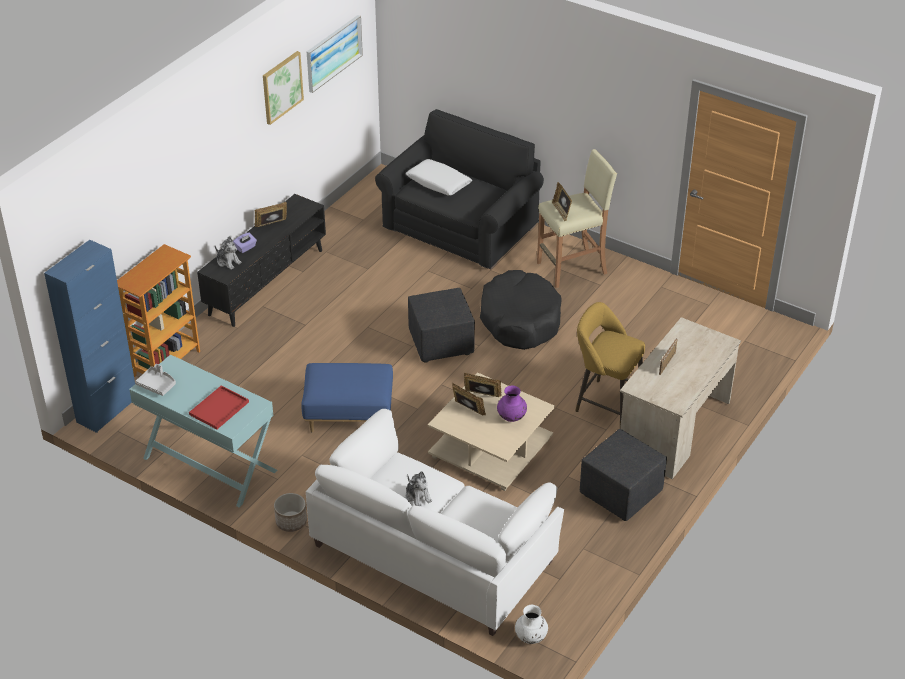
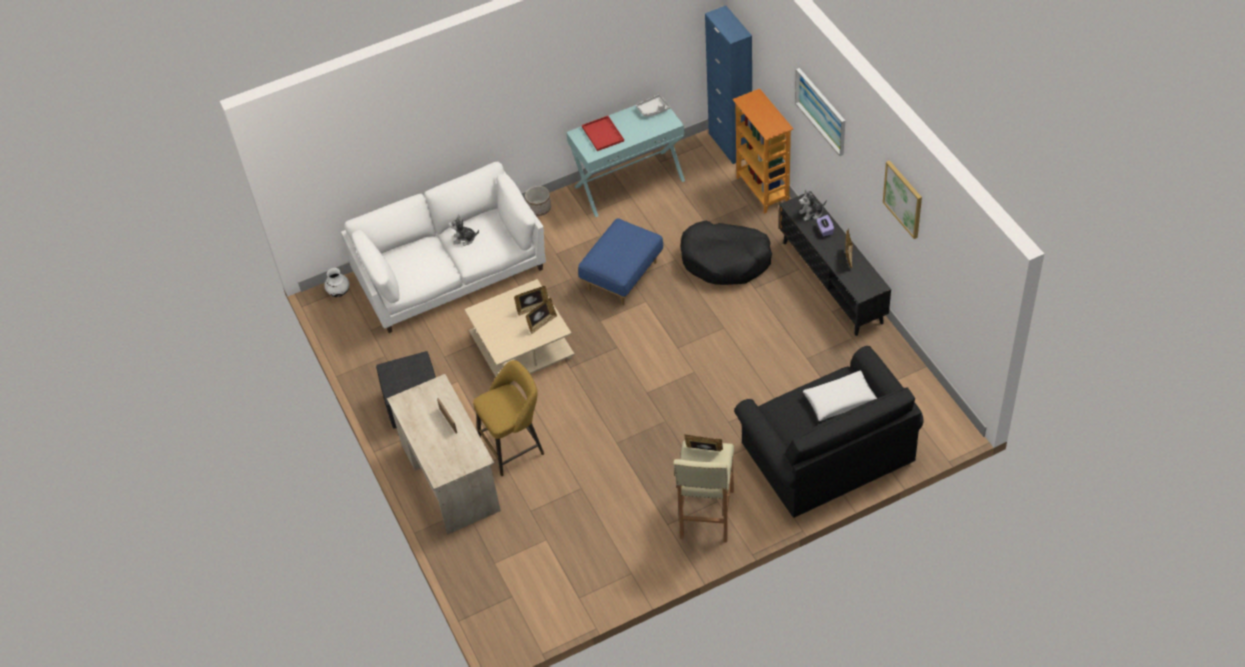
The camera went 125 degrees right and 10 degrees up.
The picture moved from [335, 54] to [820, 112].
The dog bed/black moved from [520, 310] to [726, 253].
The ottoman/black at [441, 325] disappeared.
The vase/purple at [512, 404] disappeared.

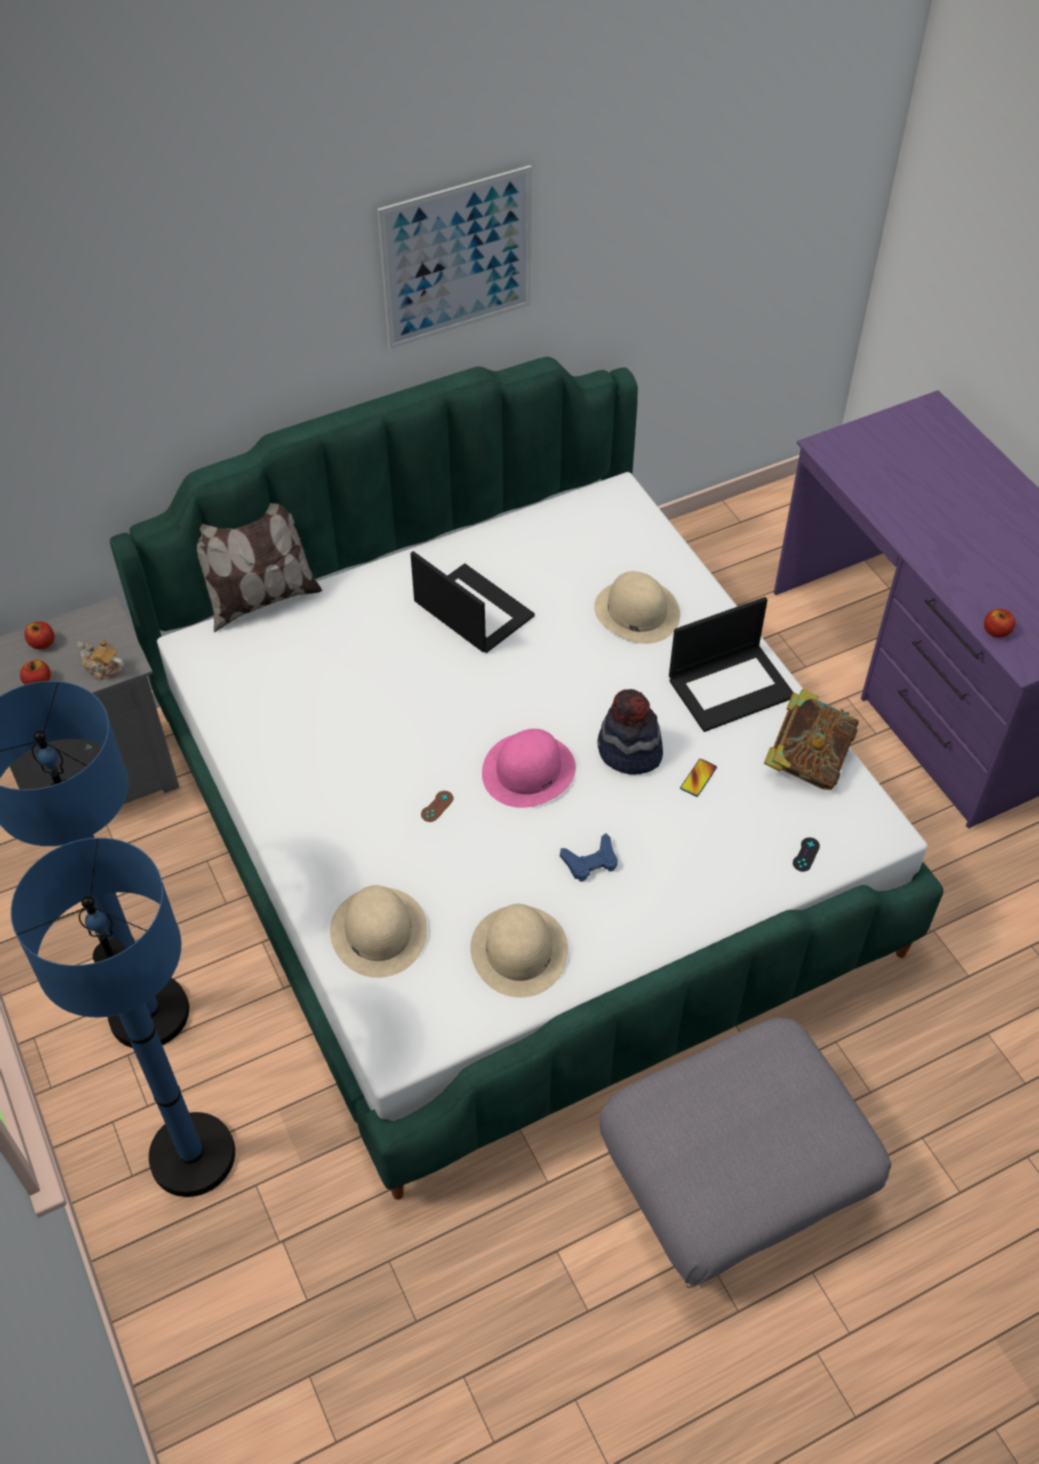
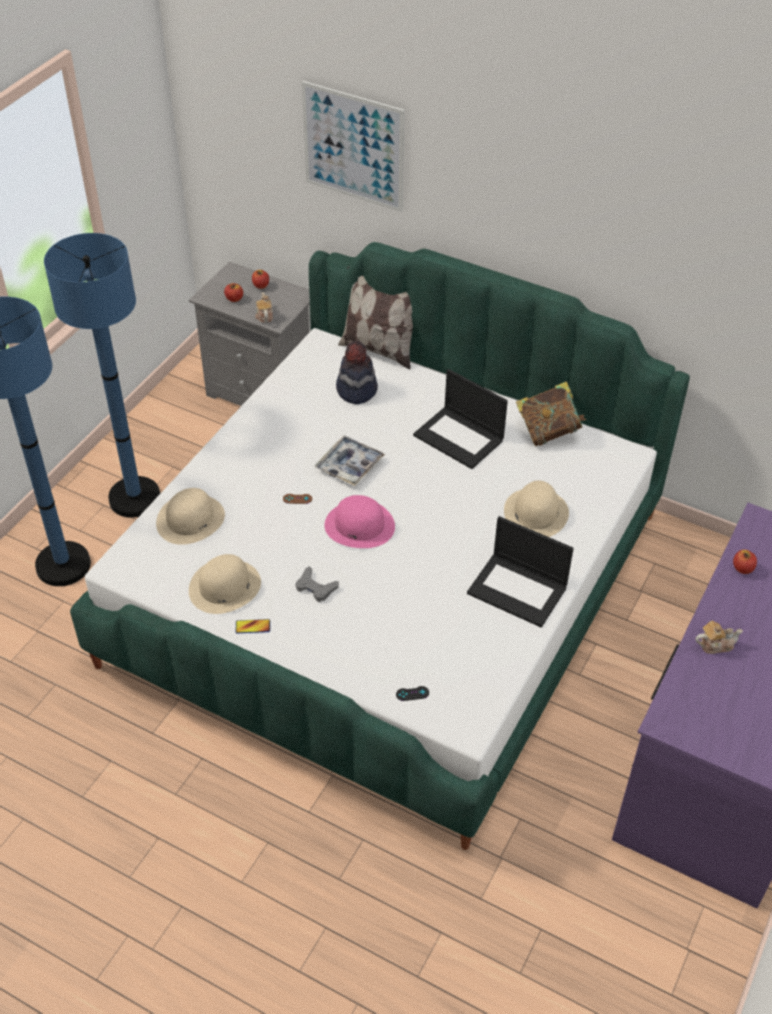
The camera went 55 degrees right and 5 degrees down.
The picture moved from [455, 257] to [353, 146].
The laptop at [472, 602] turned 120 degrees clockwise.
The apple moved from [999, 623] to [745, 562].
The hat moved from [630, 732] to [357, 372].
The book moved from [811, 739] to [551, 413].
The phone moved from [698, 778] to [253, 626].
The game controller/blue at [589, 857] became the game controller/grey at [317, 584].
The ottoman/grey at [745, 1153] disappeared.
The tray at [350, 460] appeared.
The teapot at [719, 637] appeared.

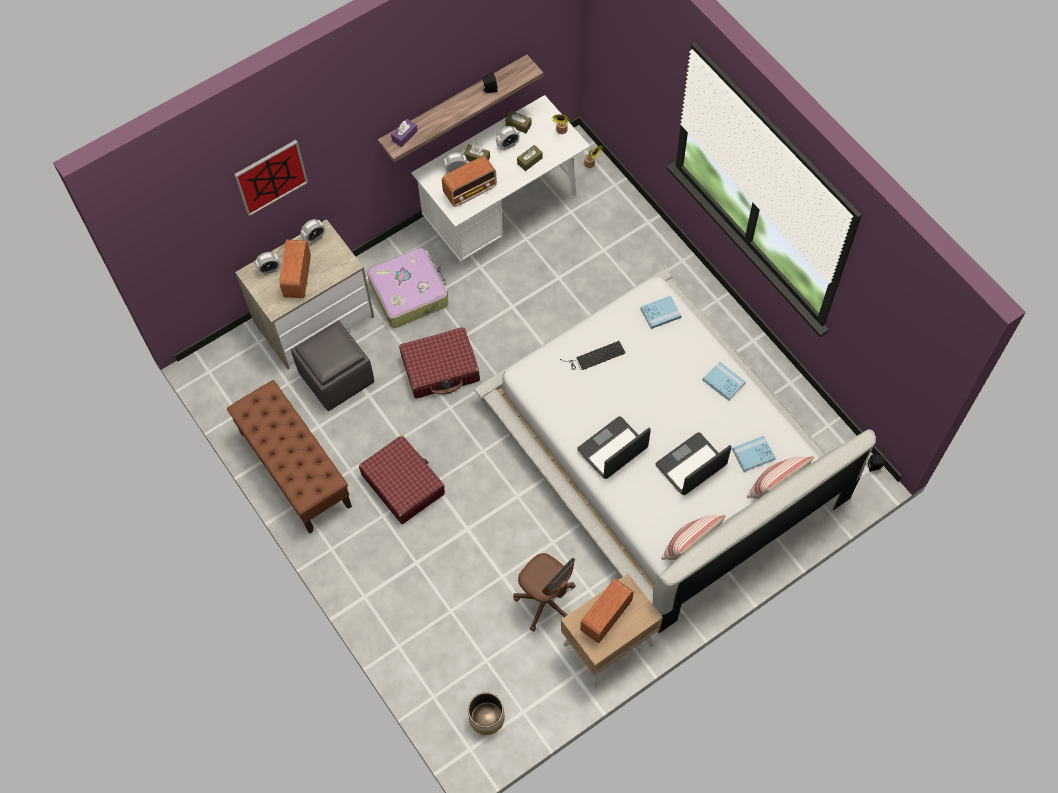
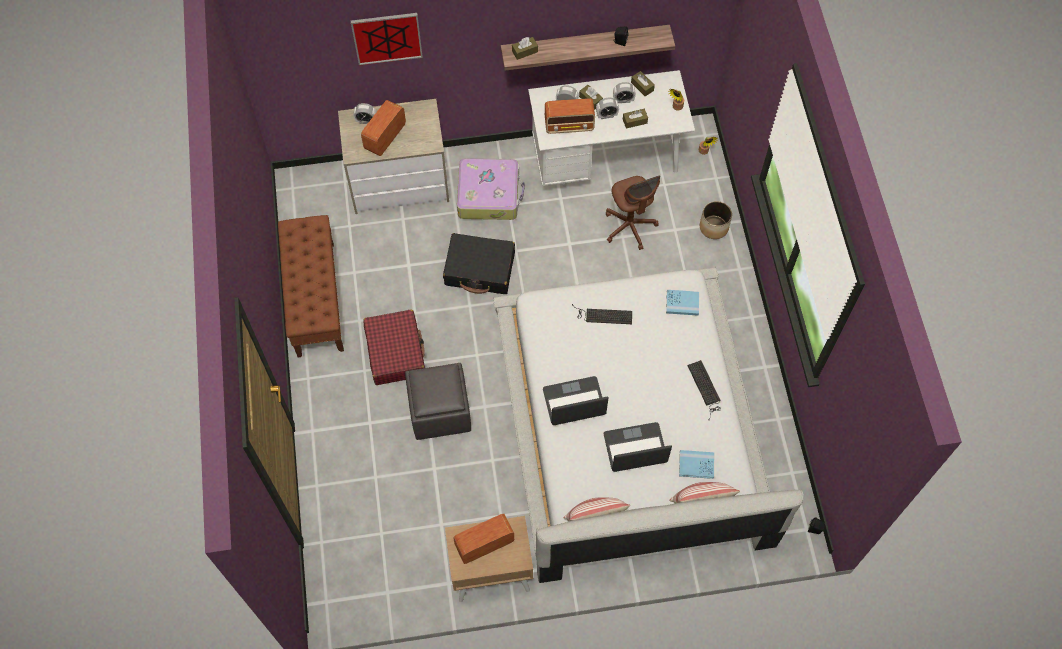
The camera went 25 degrees right and 0 degrees up.
The tissue box/purple at [404, 133] became the tissue box/brown at [525, 48].
The alarm clock moved from [313, 231] to [607, 108].
The ottoman/grey moved from [332, 365] to [438, 401].
The suitcase/red at [439, 362] became the suitcase/black at [479, 263].
The book/blue at [724, 381] was replaced by the keyboard at [704, 390].
The office chair/brown moved from [545, 592] to [633, 212].
The planter moved from [486, 713] to [716, 220].

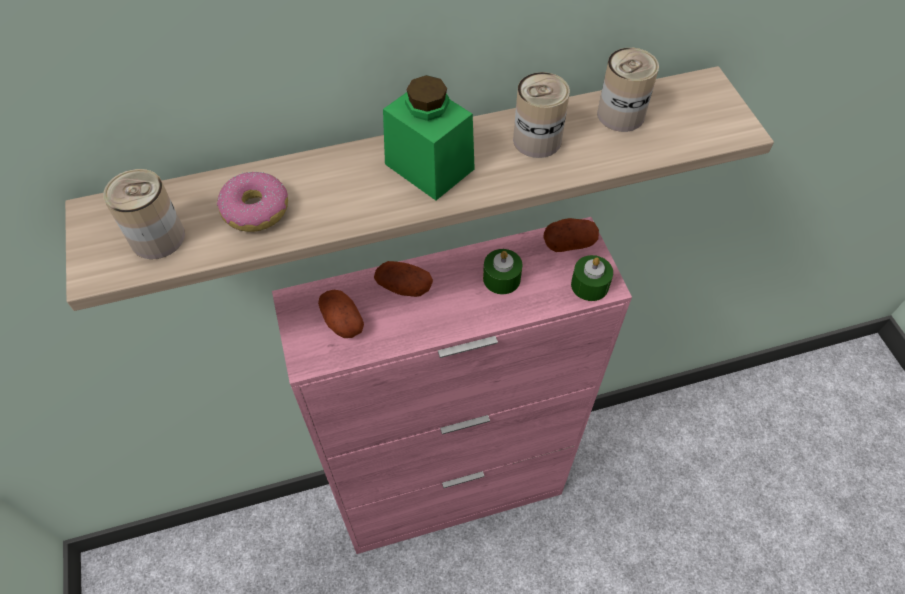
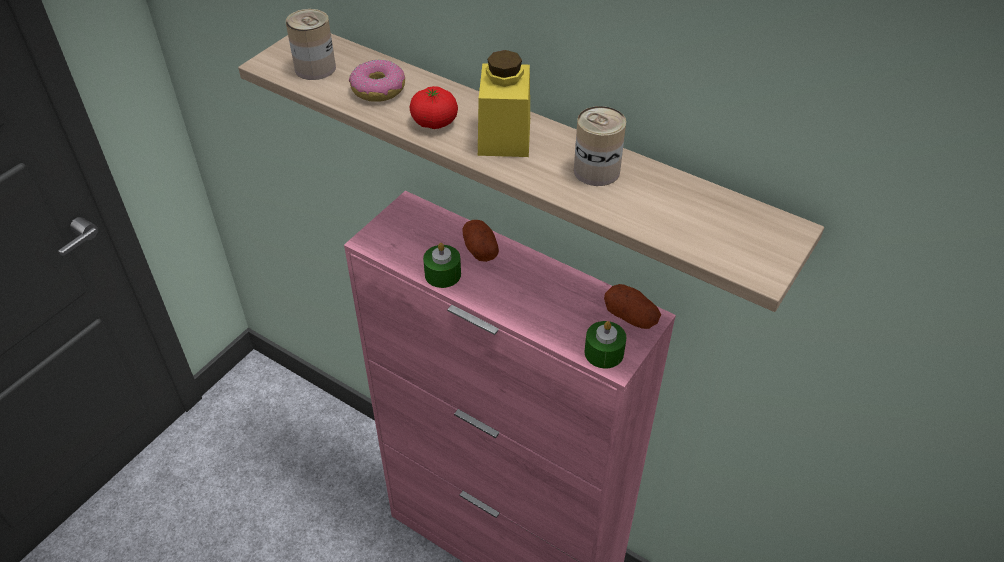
The camera went 50 degrees right and 10 degrees down.
The can at [628, 90] disappeared.
The jar/green at [429, 137] became the jar/yellow at [504, 103].
The candle/green moved from [502, 271] to [442, 265].
The potato at [341, 314] disappeared.
The tomato at [433, 107] appeared.

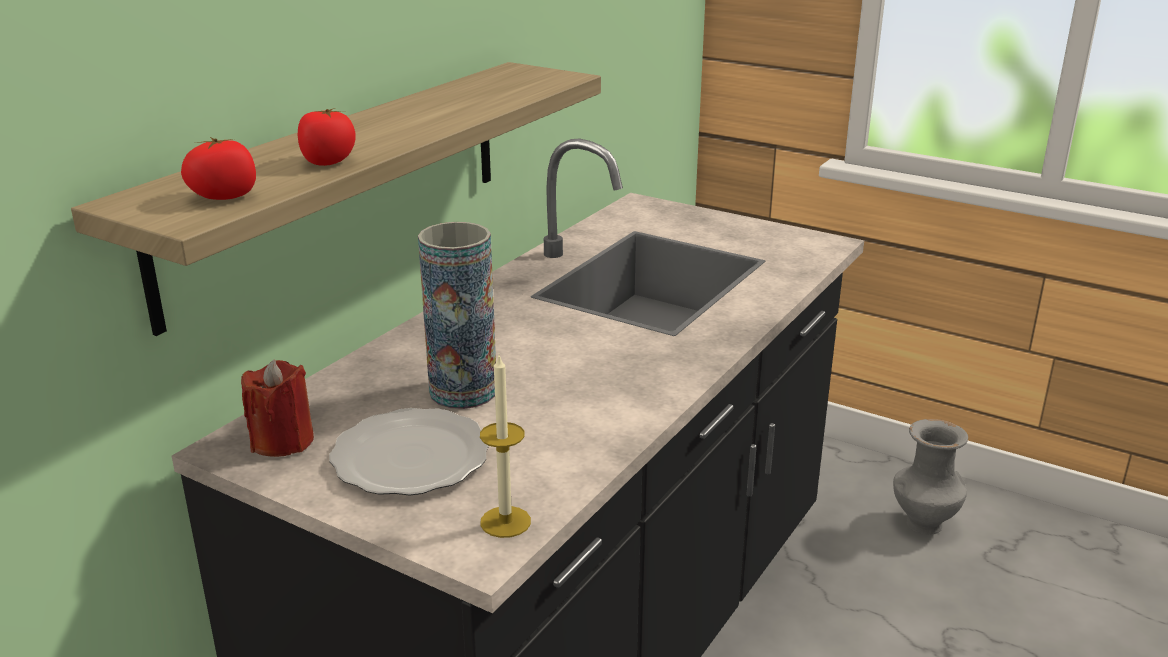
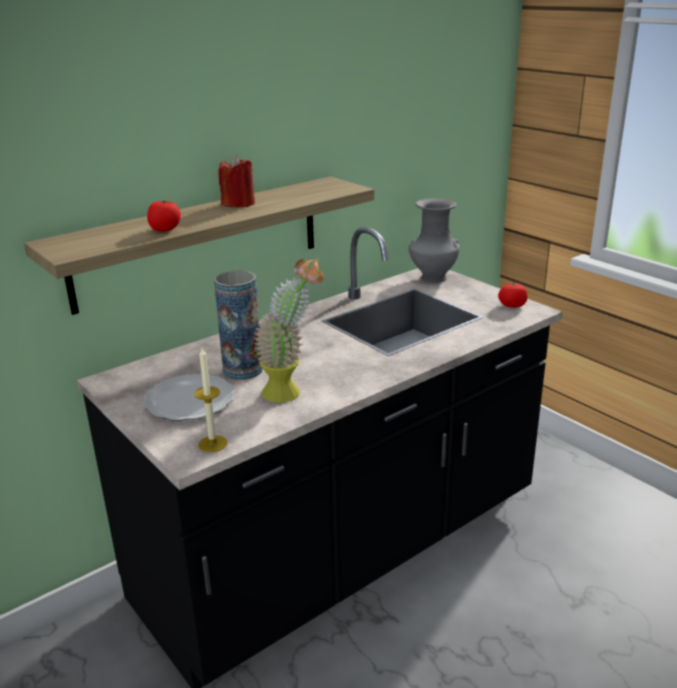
The camera went 20 degrees right and 0 degrees up.
The tomato moved from [218, 168] to [513, 295].
The candle/red moved from [277, 408] to [236, 181].
The vase/grey moved from [930, 477] to [434, 241].
The potted plant at [289, 331] appeared.

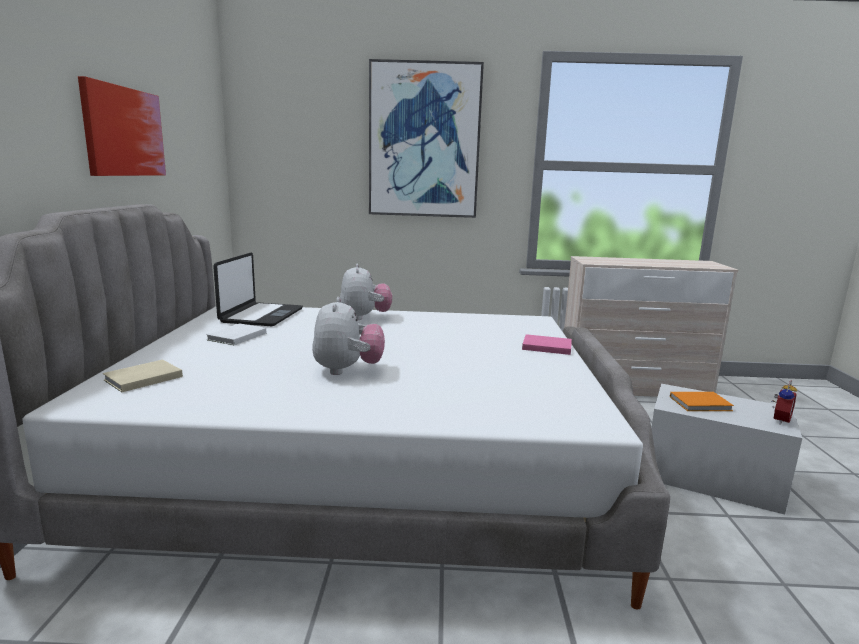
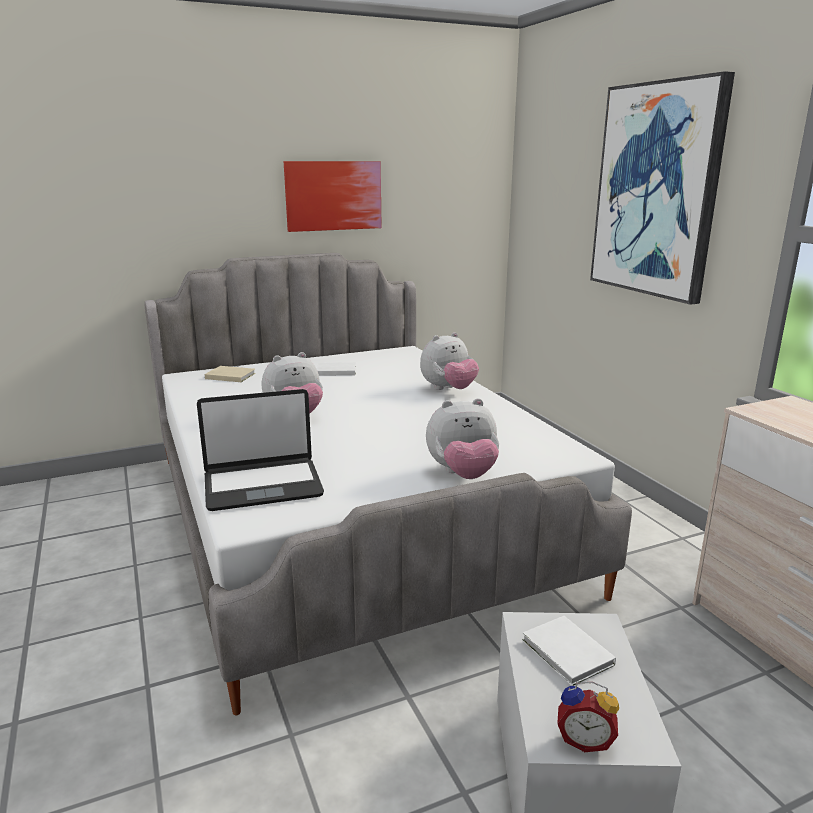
The camera went 65 degrees right and 5 degrees up.
The laptop moved from [258, 289] to [260, 450].
The book/pink at [547, 344] was replaced by the plush toy at [462, 438].
The book/orange at [702, 401] became the book/white at [569, 651].

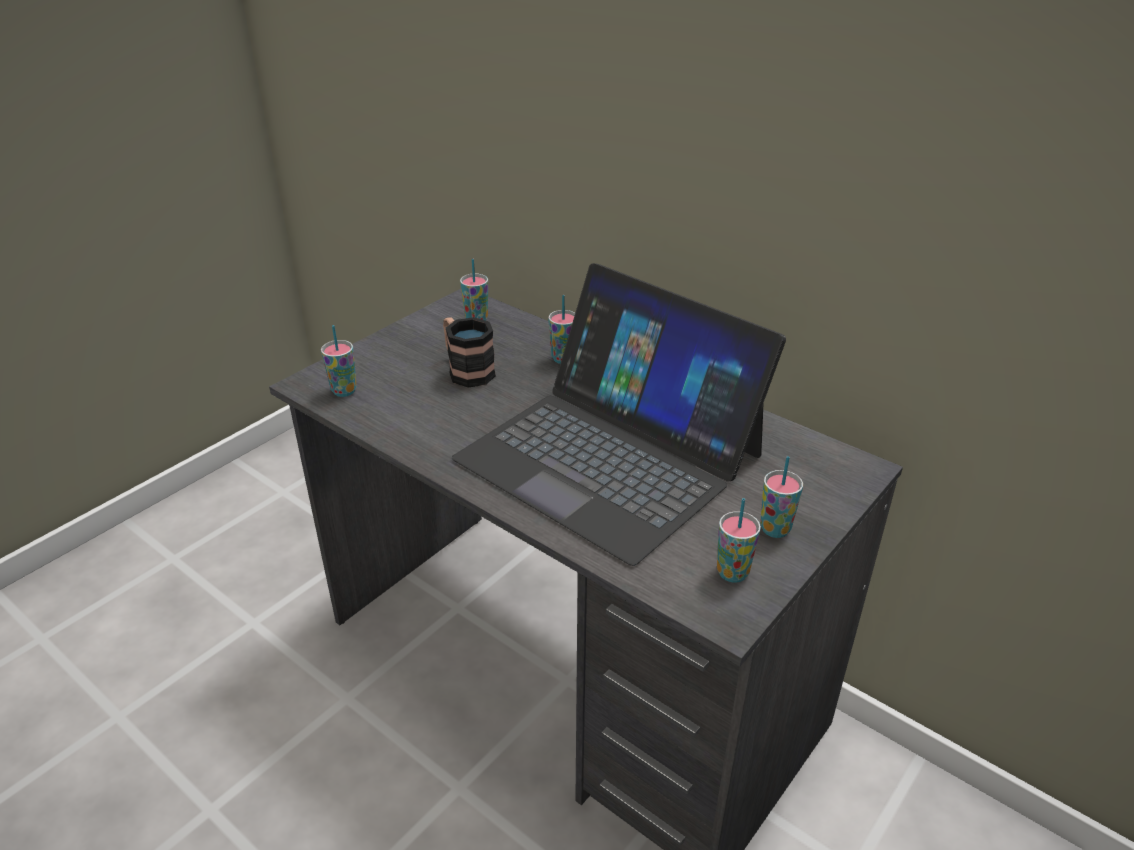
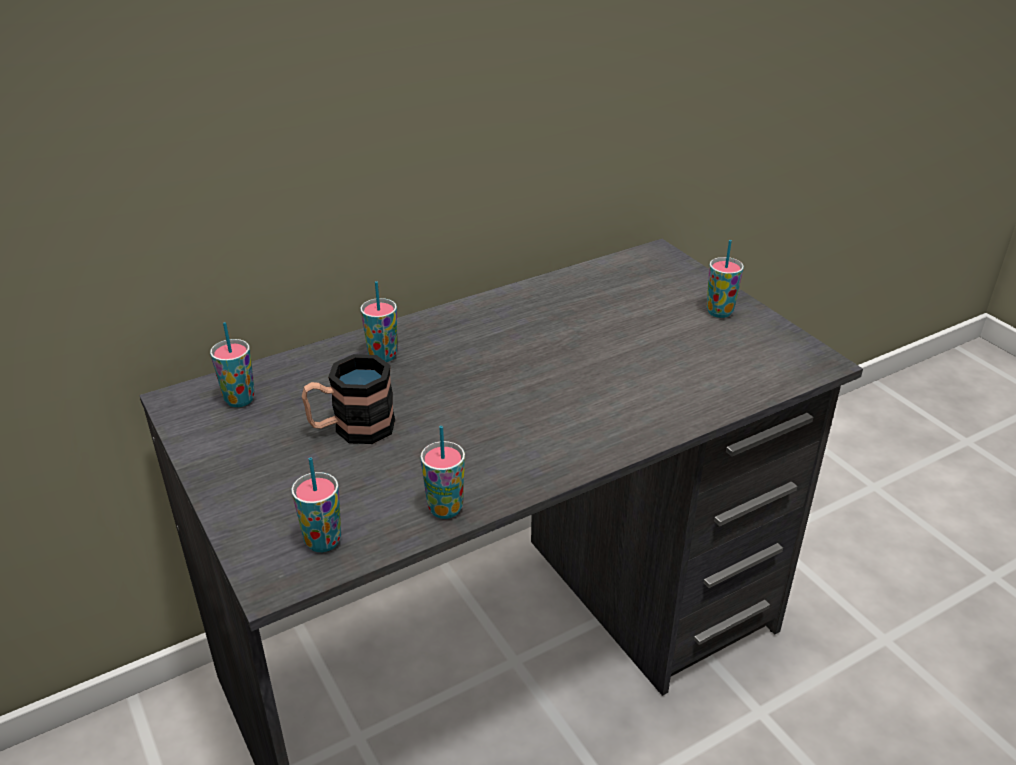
The camera went 70 degrees left and 0 degrees up.
The laptop at [619, 414] disappeared.
The cup moved from [739, 540] to [442, 472].

